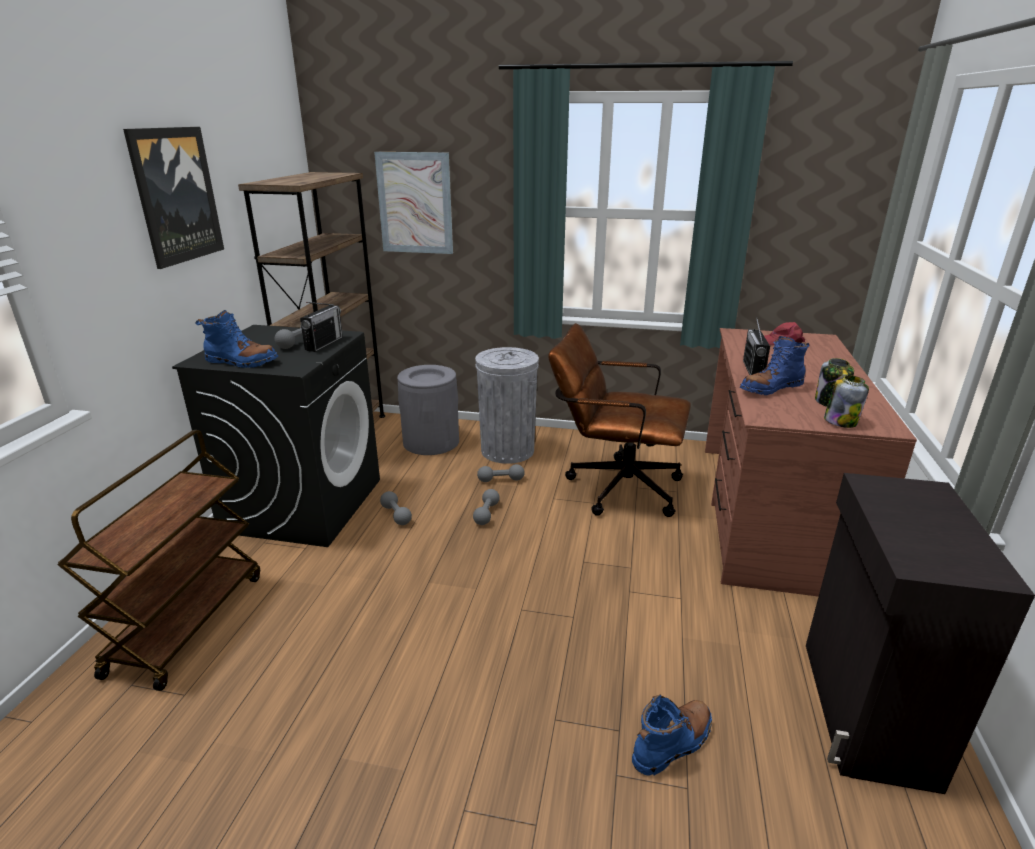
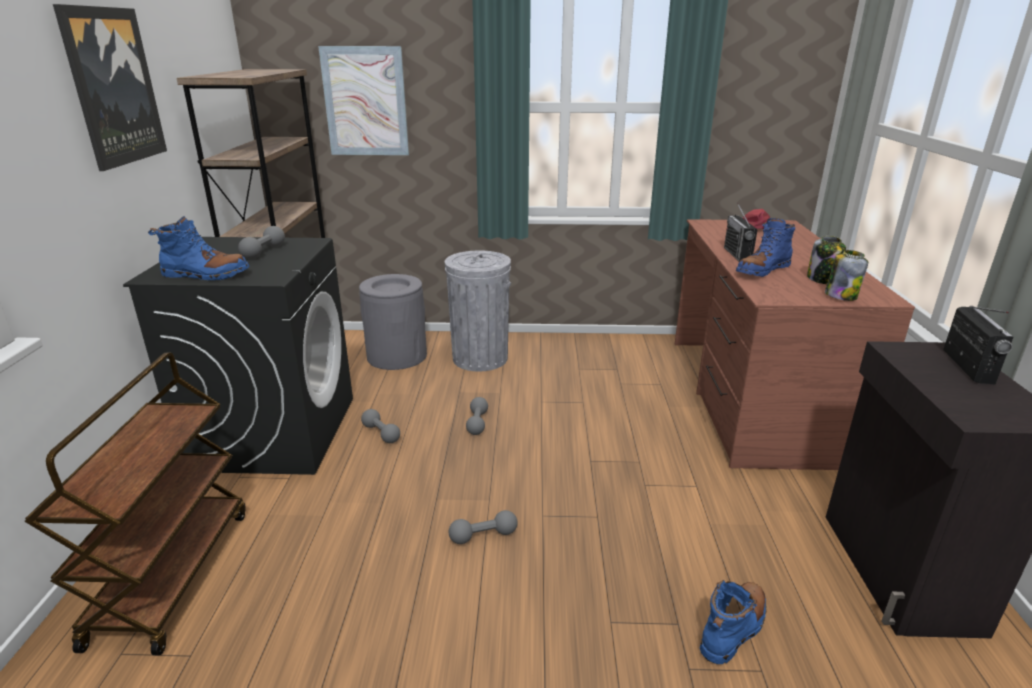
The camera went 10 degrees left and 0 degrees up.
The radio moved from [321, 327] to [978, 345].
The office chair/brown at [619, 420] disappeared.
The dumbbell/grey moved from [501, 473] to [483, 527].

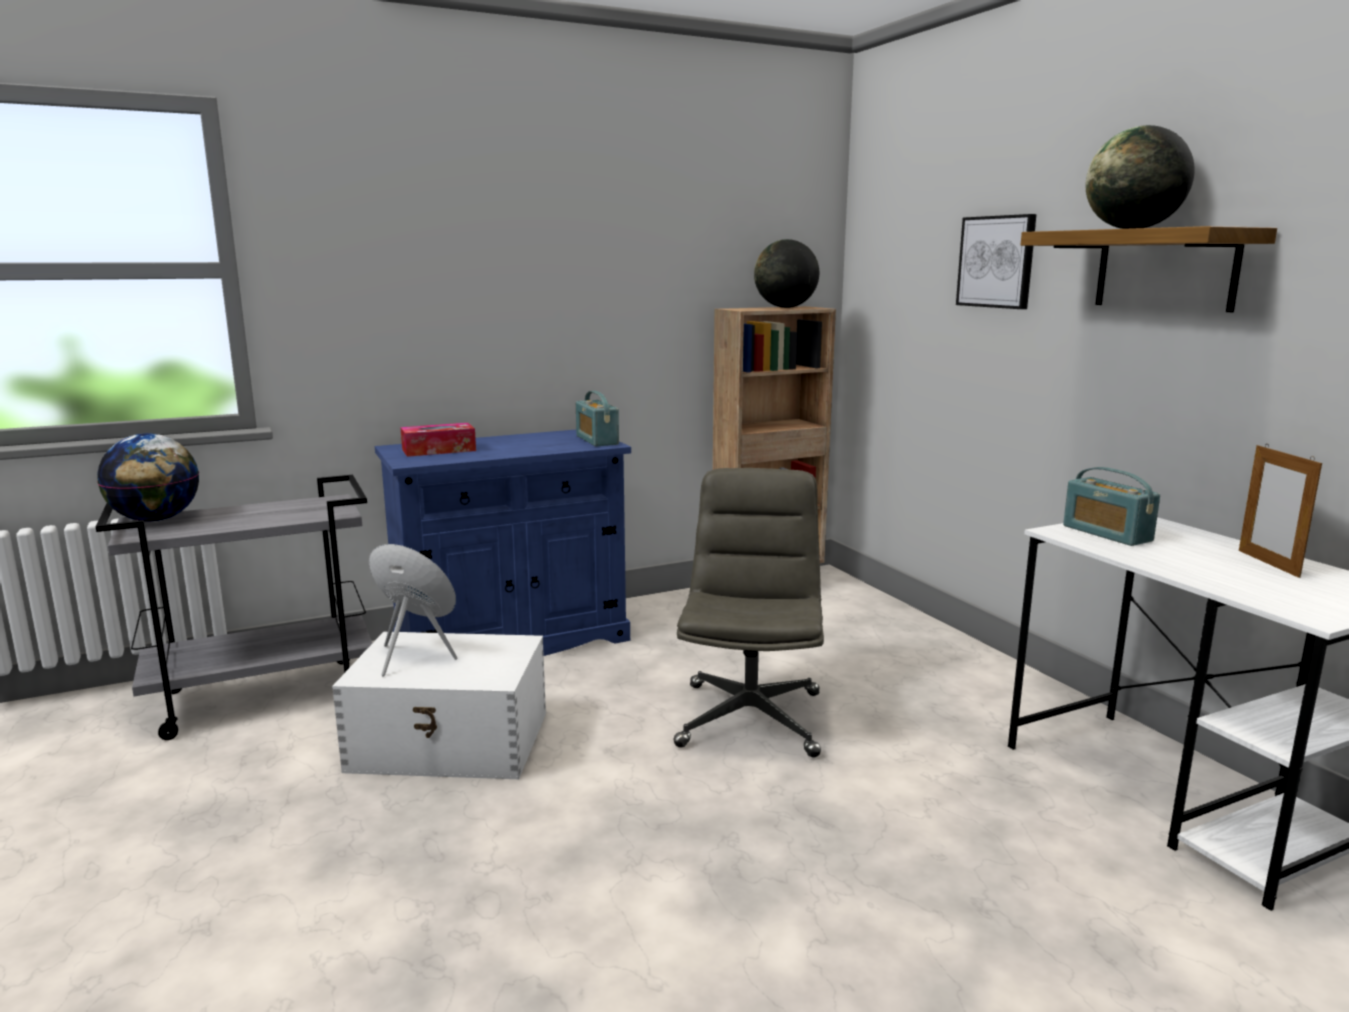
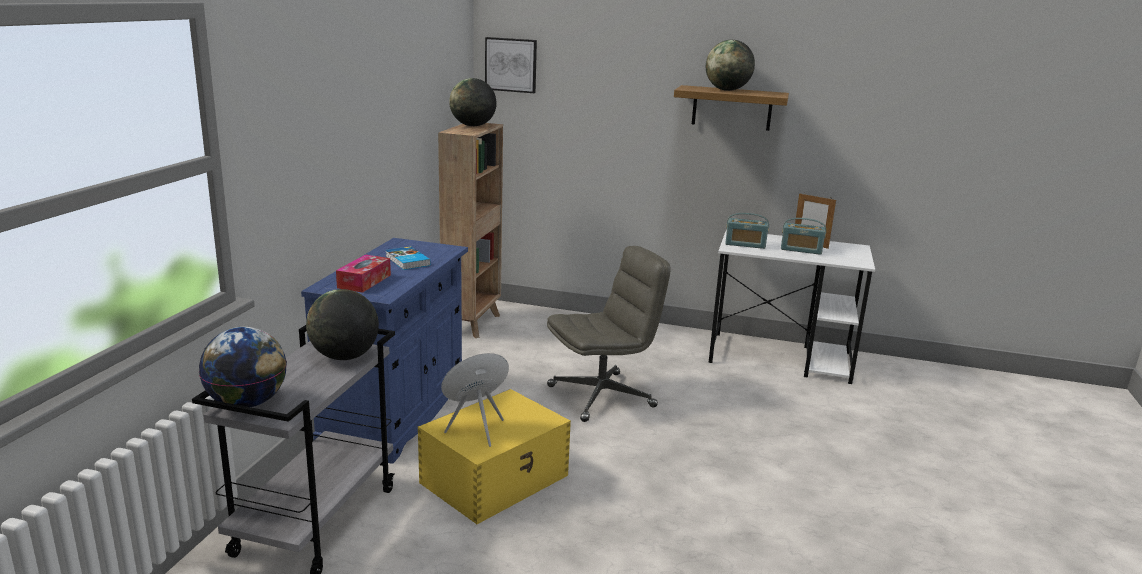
The camera went 50 degrees left and 5 degrees up.
The picture moved from [996, 261] to [511, 65].
The radio moved from [597, 418] to [803, 236].
The office chair/grey at [748, 612] turned 105 degrees clockwise.
The storage box/white at [439, 705] became the storage box/yellow at [494, 456].
The book at [408, 258] appeared.
The globe at [342, 324] appeared.

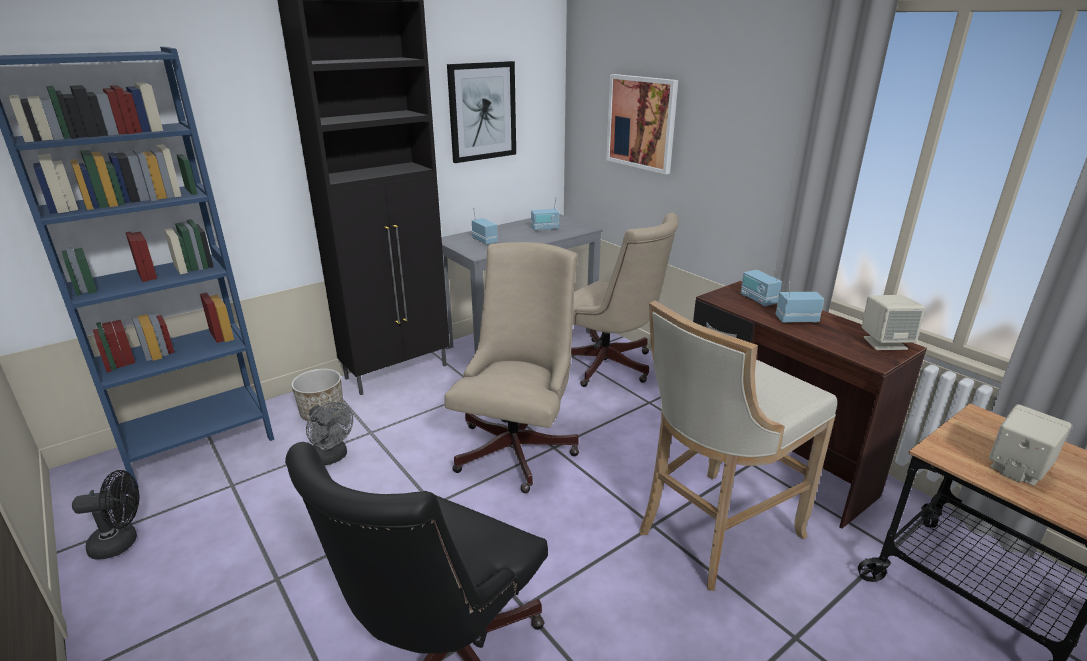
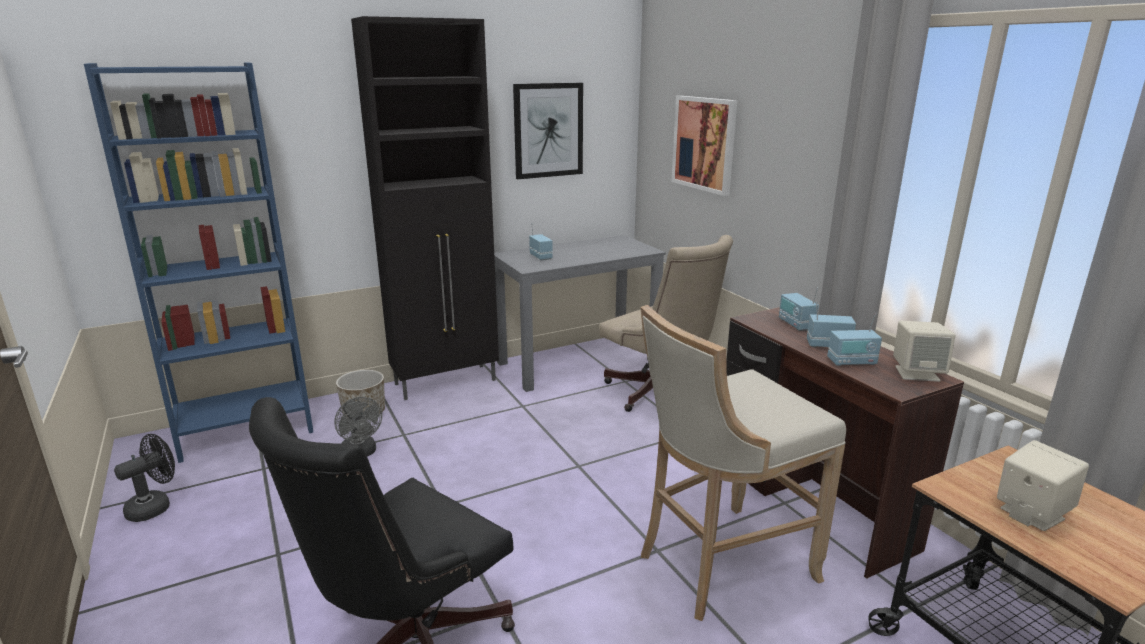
The camera went 10 degrees right and 5 degrees down.
The radio moved from [545, 214] to [854, 339].
The office chair/beige at [511, 367] disappeared.
The fan/black at [105, 515] turned 45 degrees counterclockwise.

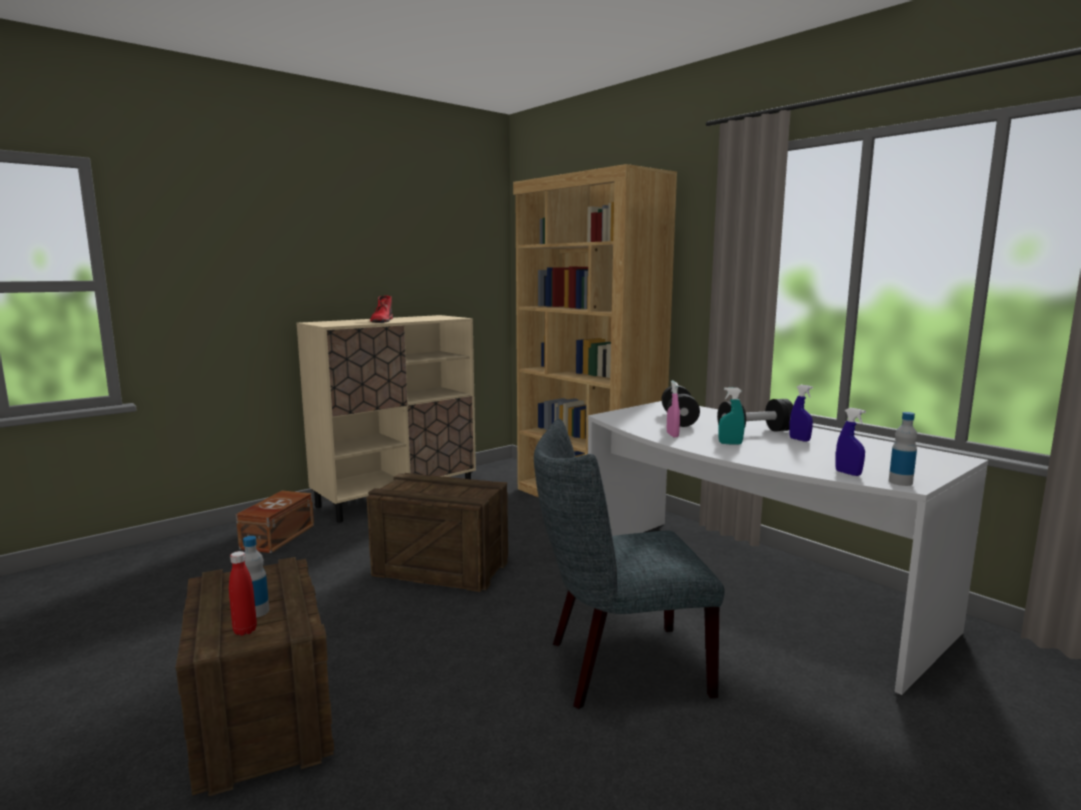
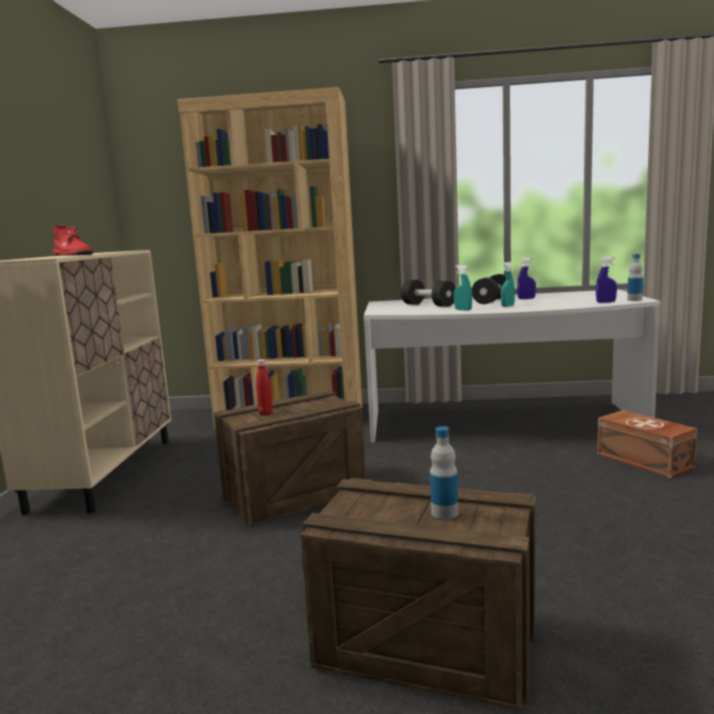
The camera went 45 degrees left and 0 degrees up.
The spray bottle/pink at [673, 409] became the spray bottle/turquoise at [463, 287].
The chair/grey at [629, 564] disappeared.
The storage box/brown moved from [275, 522] to [647, 444].
The bottle/red moved from [243, 593] to [264, 387].

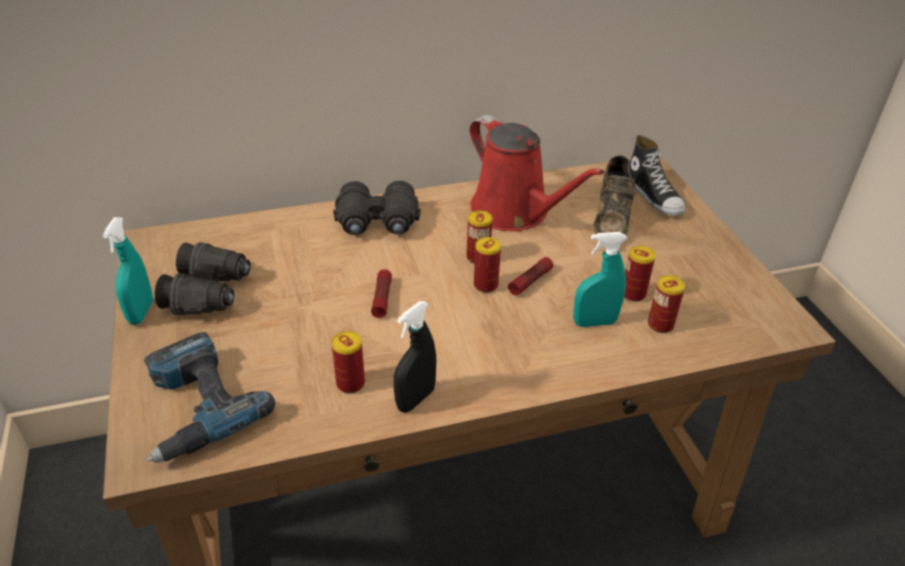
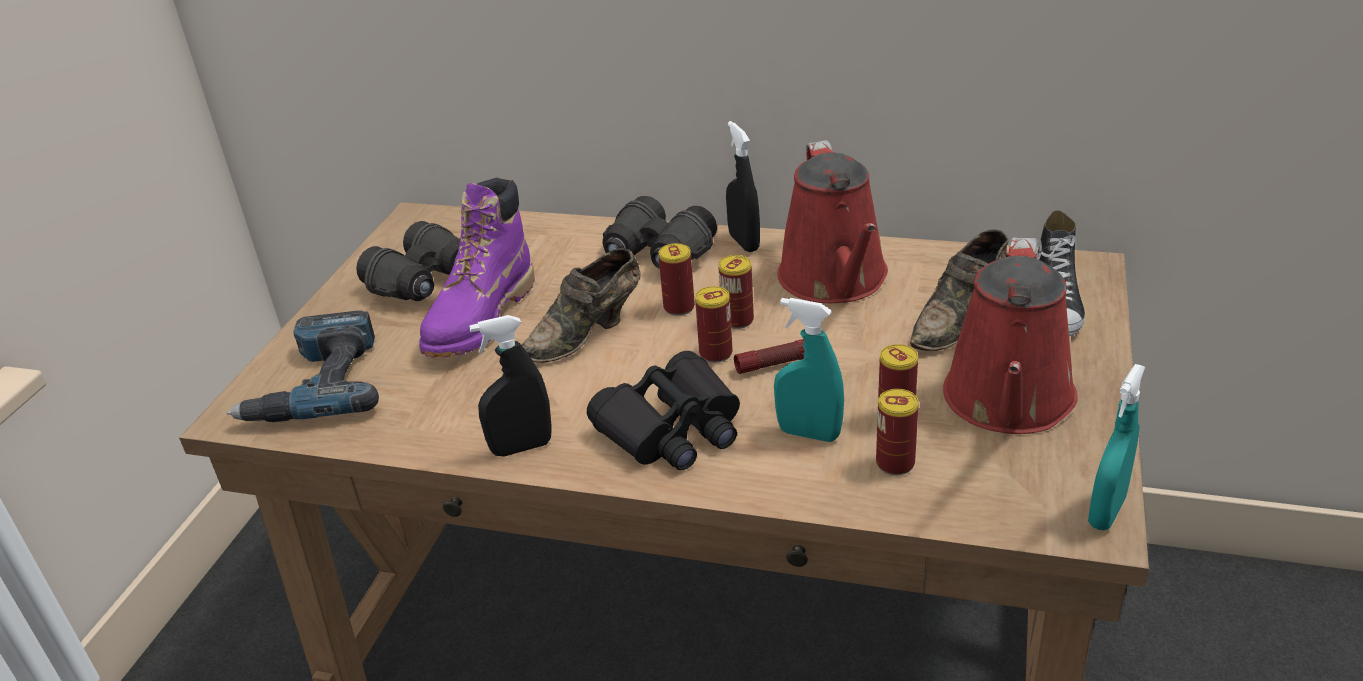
The camera went 35 degrees right and 5 degrees down.
The spray bottle/turquoise moved from [127, 271] to [1116, 447].
The flashlight at [381, 293] was replaced by the shoe/brown at [581, 305].
The can moved from [348, 362] to [676, 279].
The spray bottle/black at [743, 186] appeared.
The boot/purple at [477, 267] appeared.
The watering can/red at [1010, 336] appeared.
The binoculars/black at [663, 410] appeared.

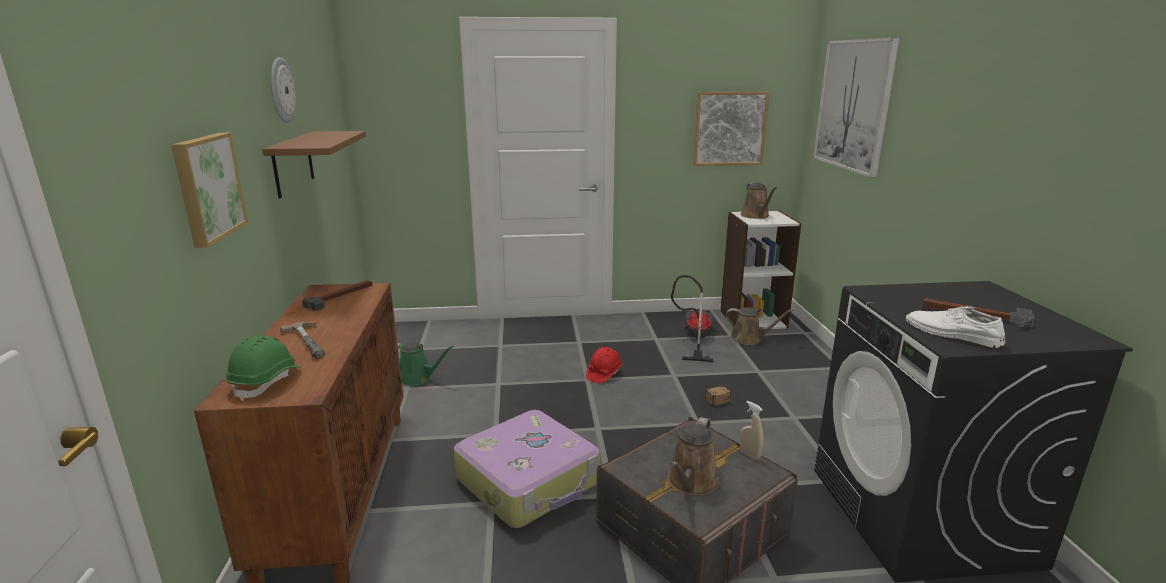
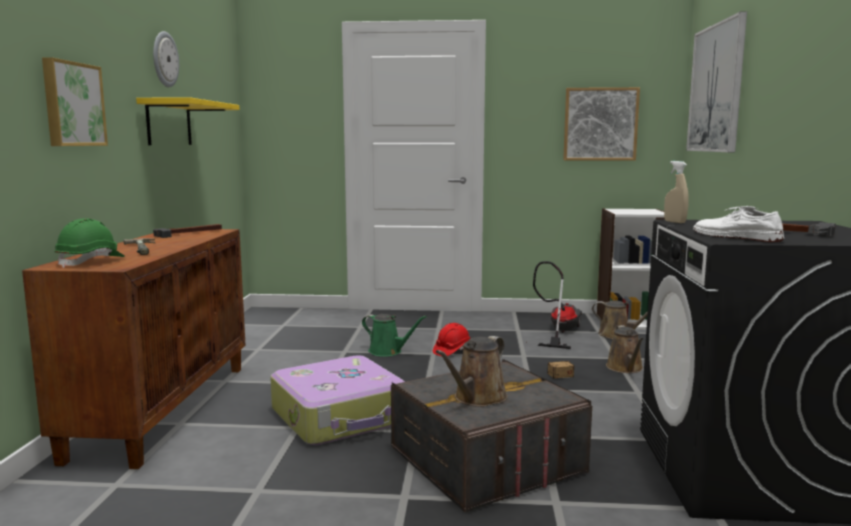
The camera went 10 degrees right and 10 degrees down.
The shelf/brown at [314, 164] became the shelf/yellow at [188, 121].
The watering can/brown moved from [759, 201] to [624, 349].
The watering can/green moved from [425, 364] to [394, 335].
The spray bottle/beige moved from [751, 430] to [676, 192].

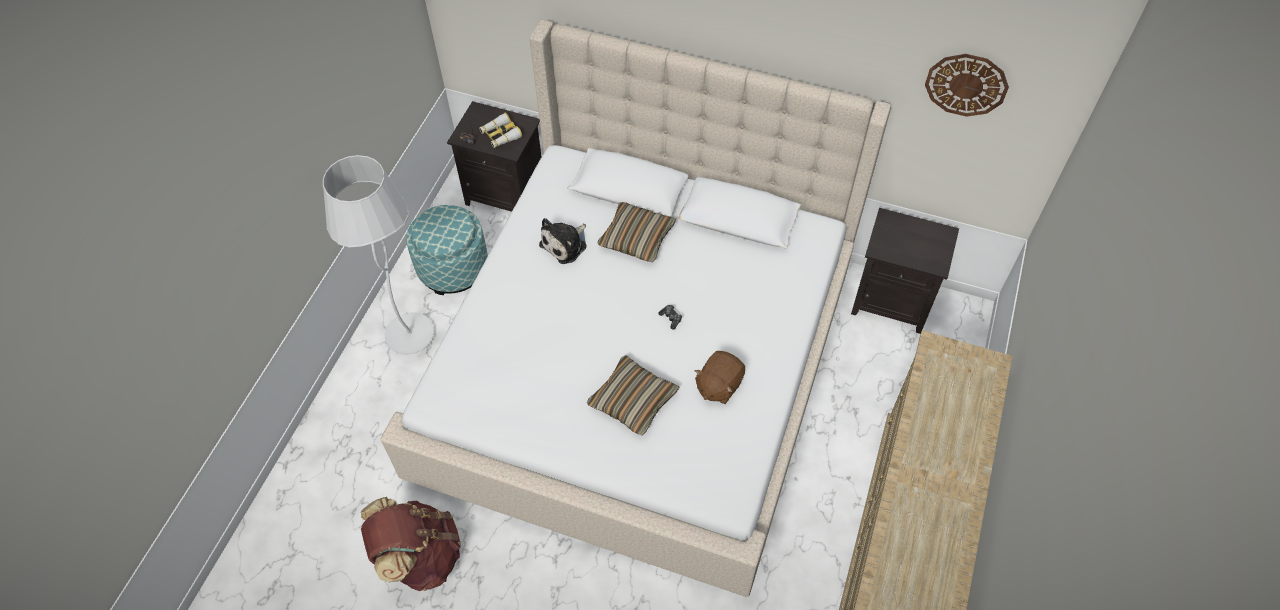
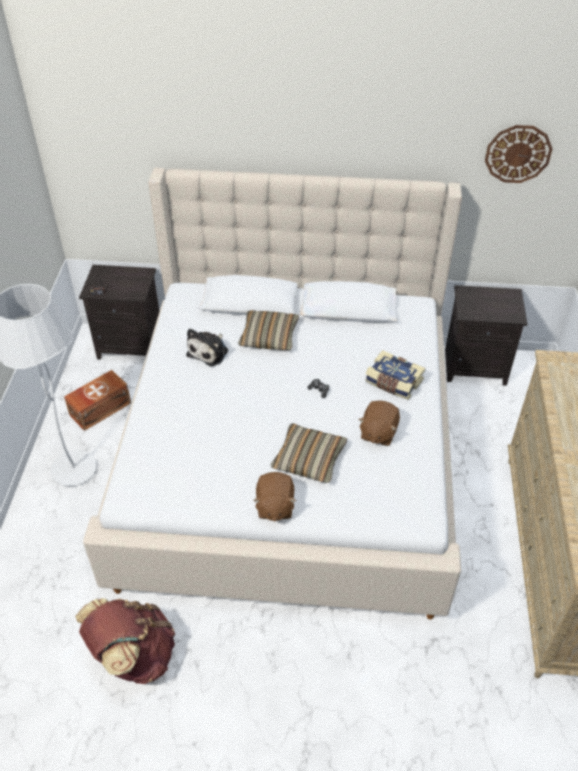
The camera went 15 degrees left and 10 degrees down.
The binoculars at [500, 130] disappeared.
The ottoman at [447, 250] was replaced by the storage box/brown at [97, 400].
The book at [395, 375] appeared.
The plush toy/brown at [274, 497] appeared.

